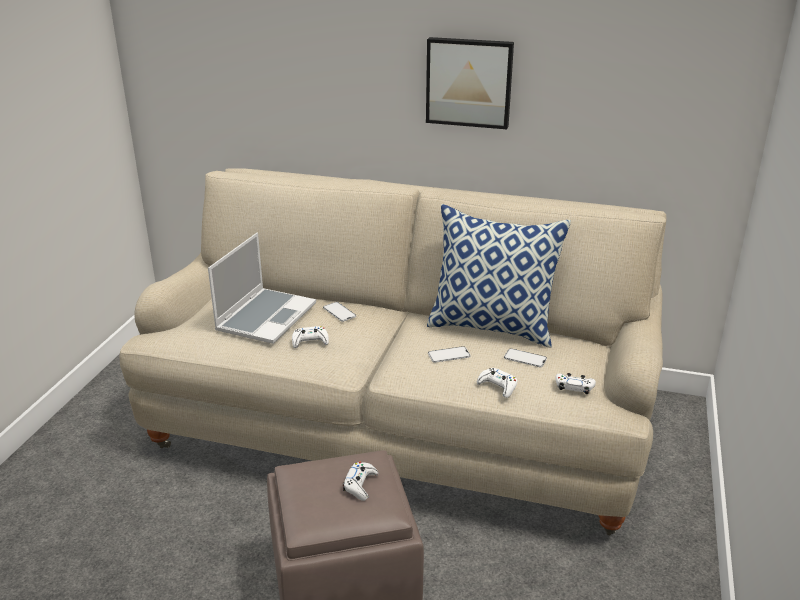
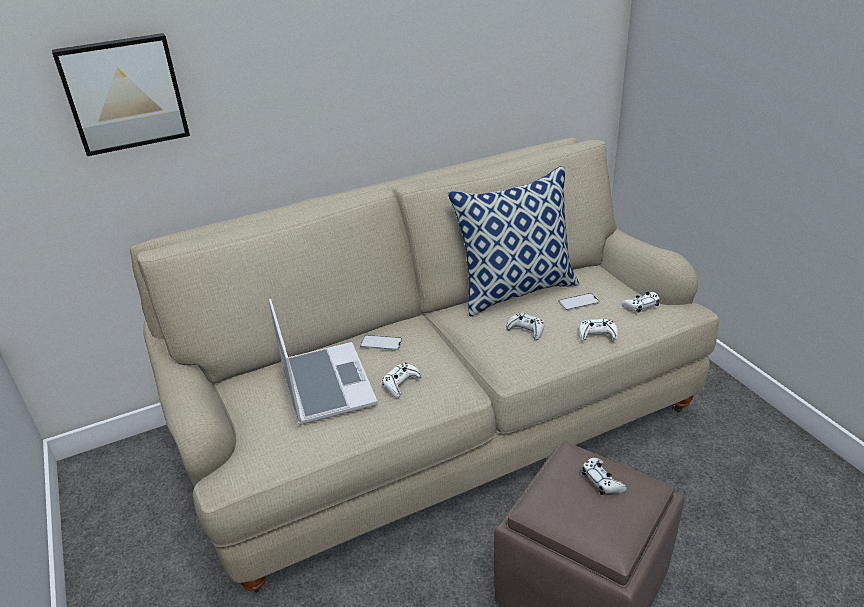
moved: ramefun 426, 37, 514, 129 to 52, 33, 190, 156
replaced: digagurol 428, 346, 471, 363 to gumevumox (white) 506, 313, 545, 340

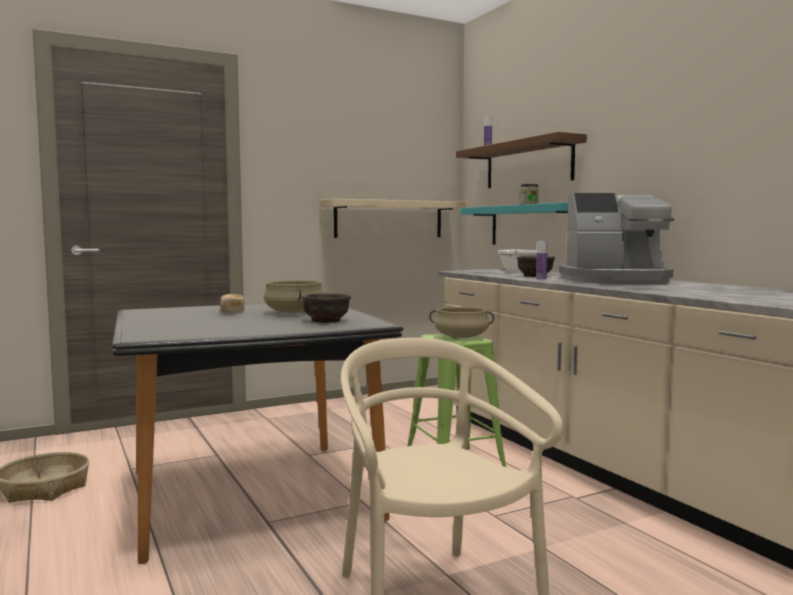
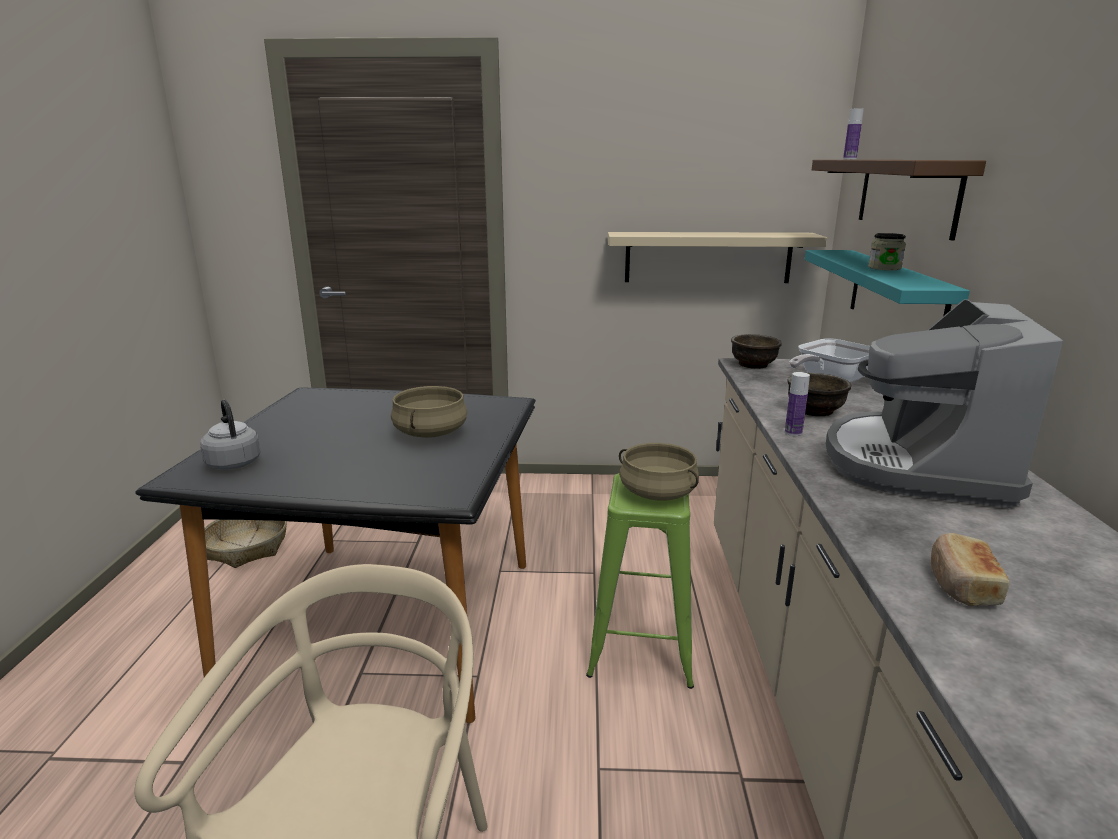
added: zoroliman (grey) 200, 400, 260, 470
moved: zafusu 220, 294, 245, 314 to 931, 533, 1009, 606; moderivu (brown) 302, 293, 351, 323 to 731, 334, 782, 369
turned: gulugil 559, 193, 674, 284 = 826, 299, 1063, 508 75 degrees clockwise

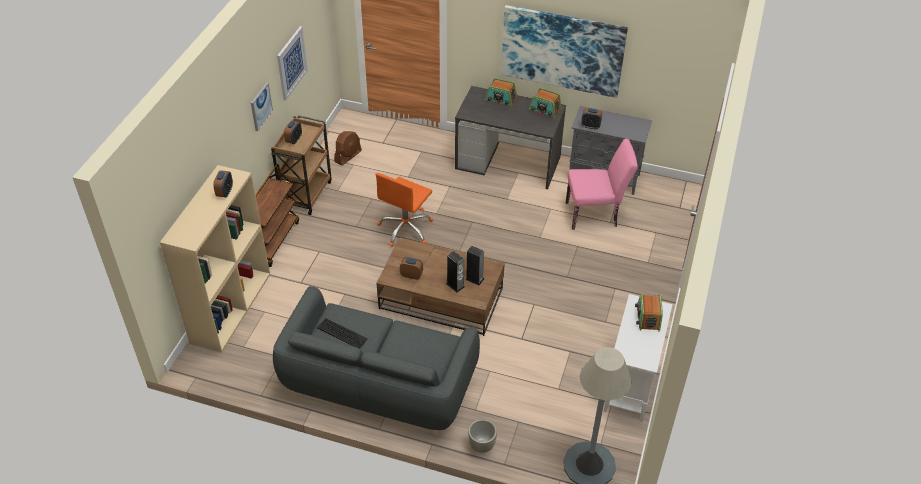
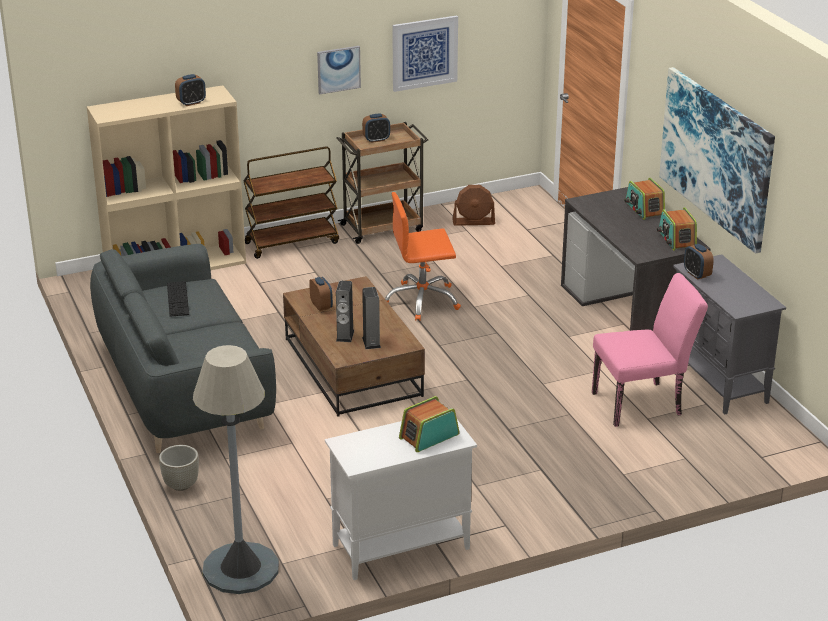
turned: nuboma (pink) 566, 139, 638, 230 = 592, 273, 708, 427 60 degrees counterclockwise

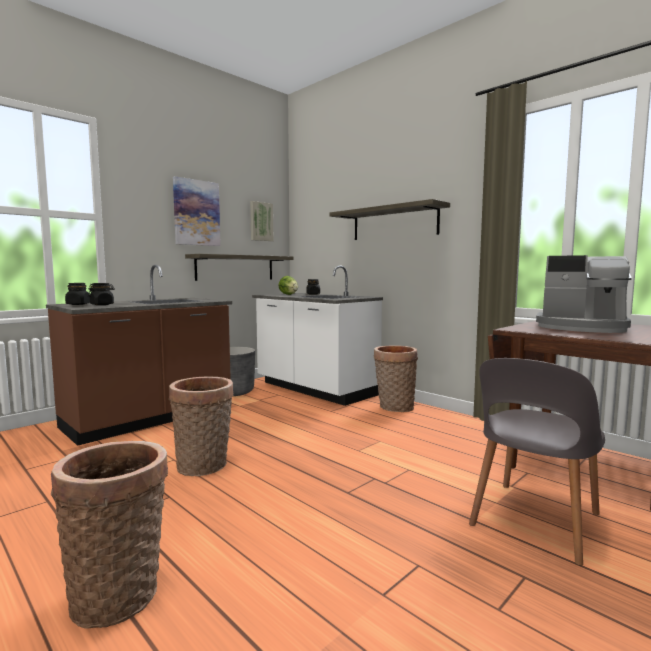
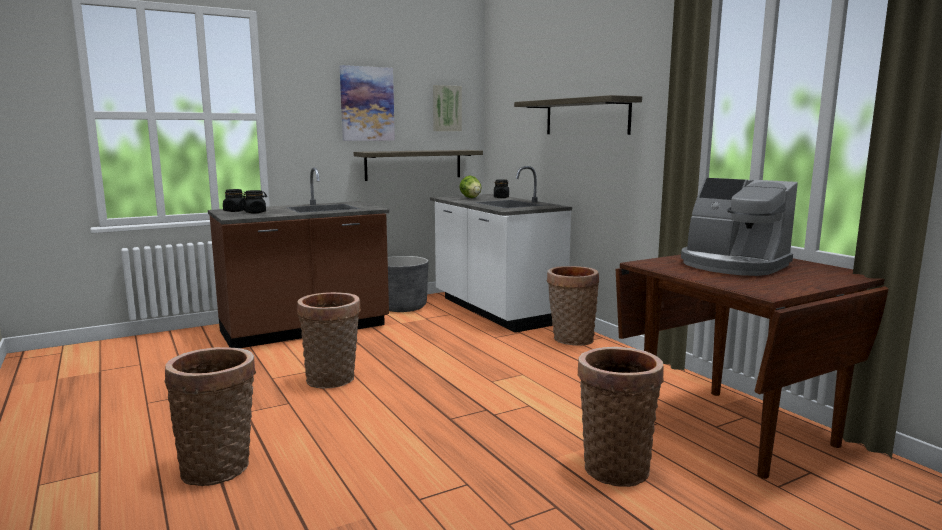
replaced: nuboma (grey) 469, 358, 605, 565 to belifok 578, 347, 664, 487

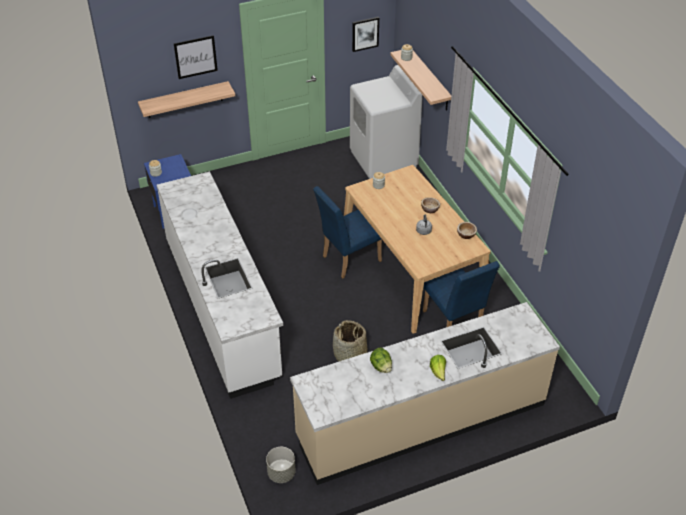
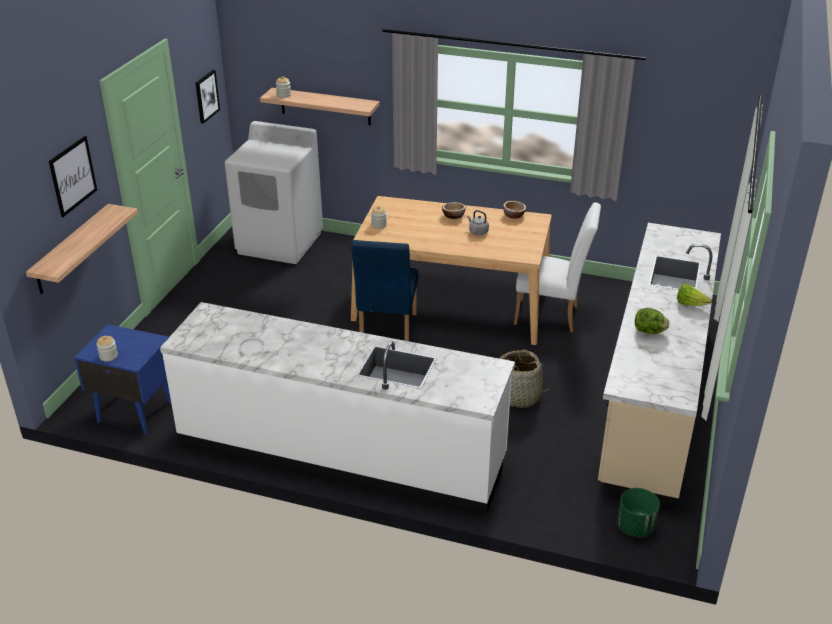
recoloured: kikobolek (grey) 266, 447, 296, 483 to kikobolek (green) 617, 488, 660, 537; nuboma (blue) 423, 261, 500, 327 to nuboma (white) 514, 202, 601, 332

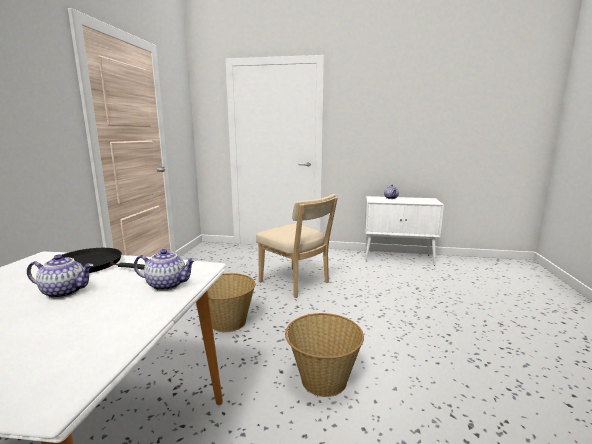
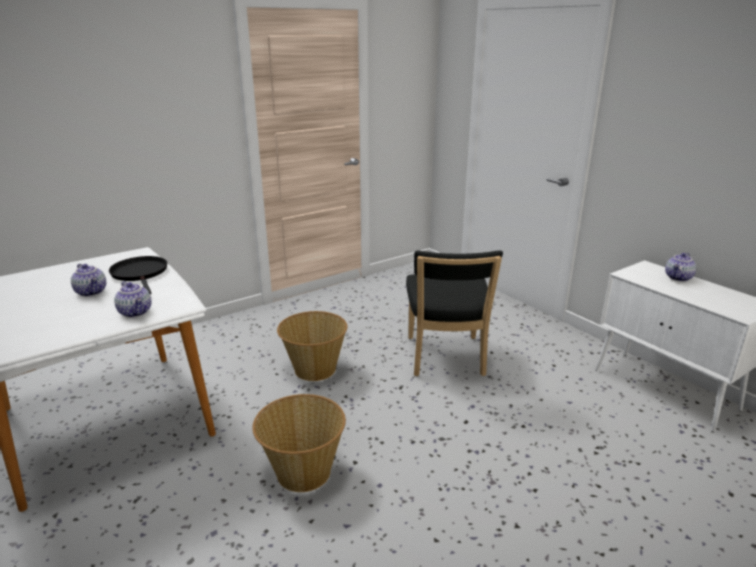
recoloured: nuboma (beige) 256, 194, 338, 298 to nuboma (black) 406, 250, 503, 376

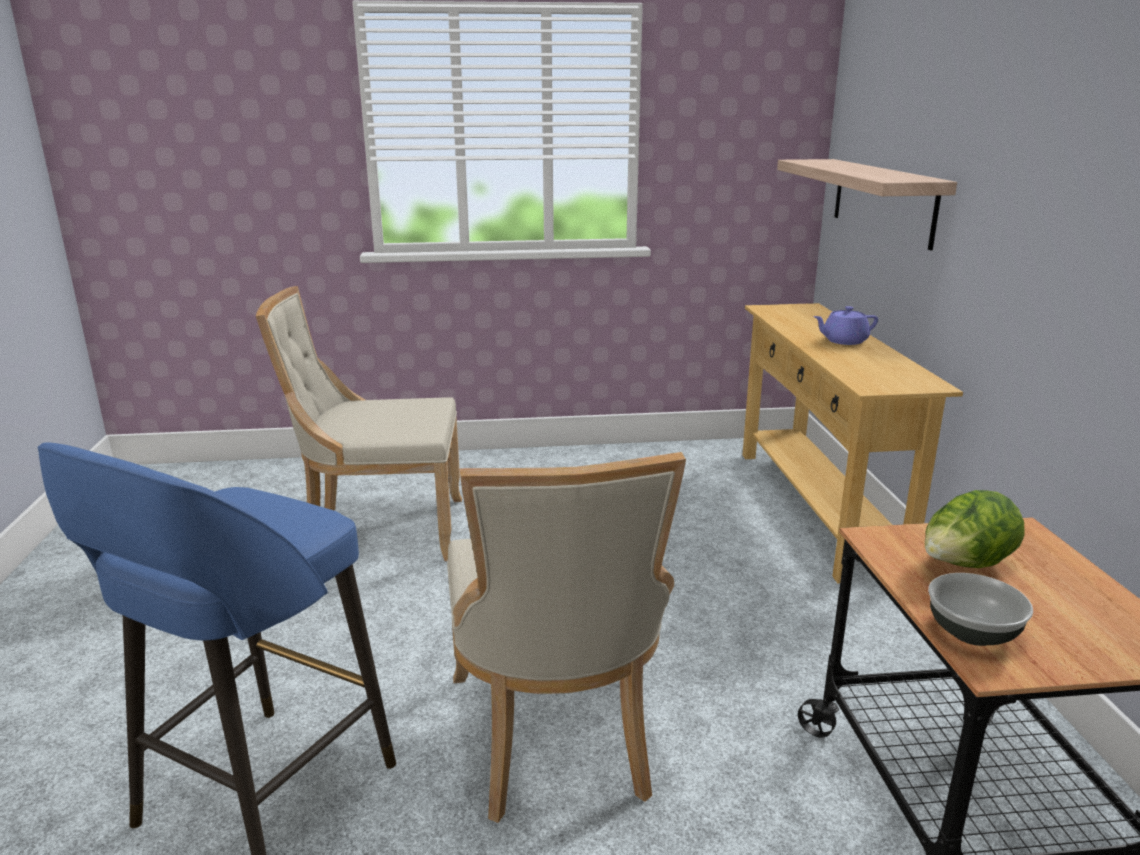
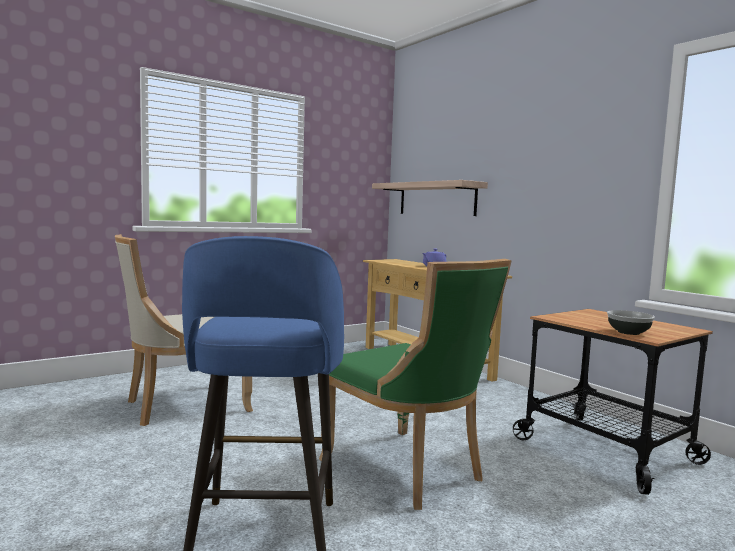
removed: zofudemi 925, 490, 1025, 568
recoloured: nuboma (beige) 447, 452, 686, 823 to nuboma (green) 319, 259, 512, 510

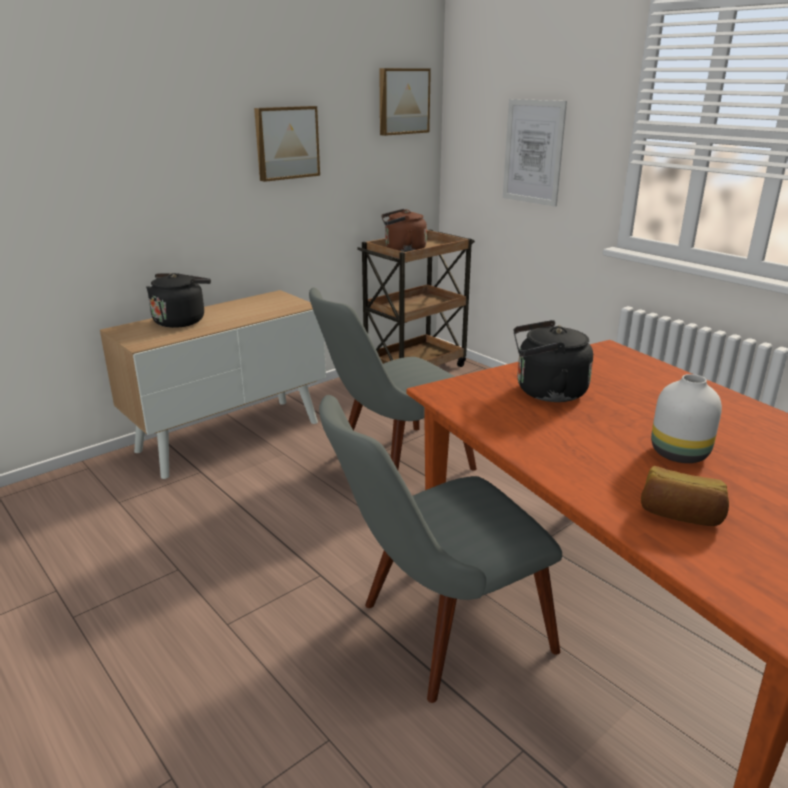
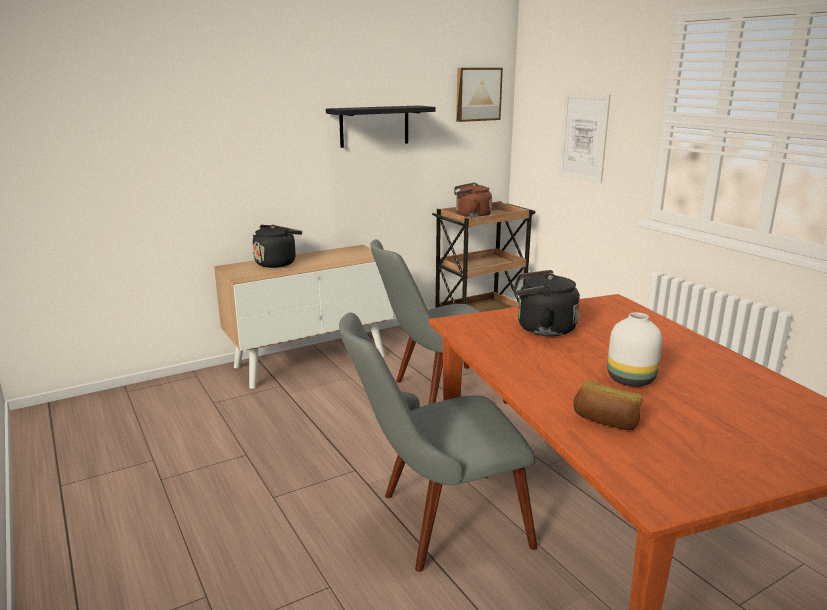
replaced: ramefun 254, 106, 320, 182 to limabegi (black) 326, 105, 436, 148

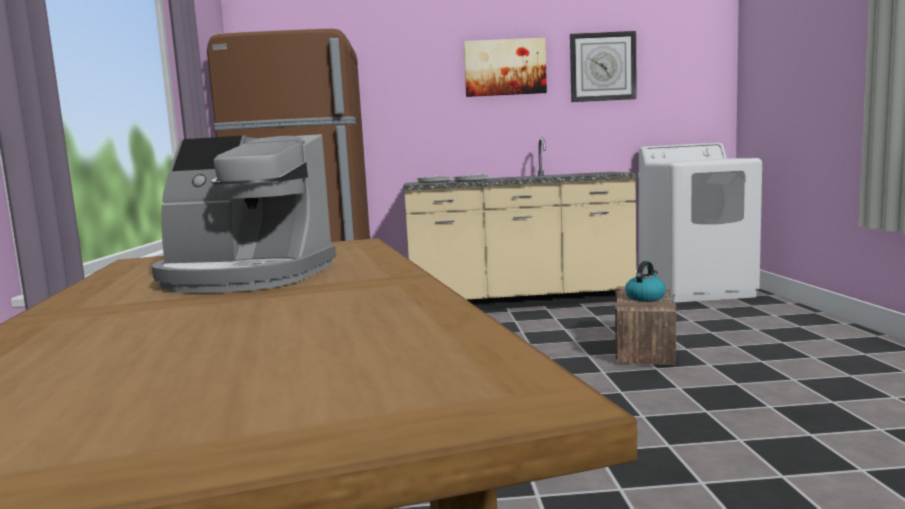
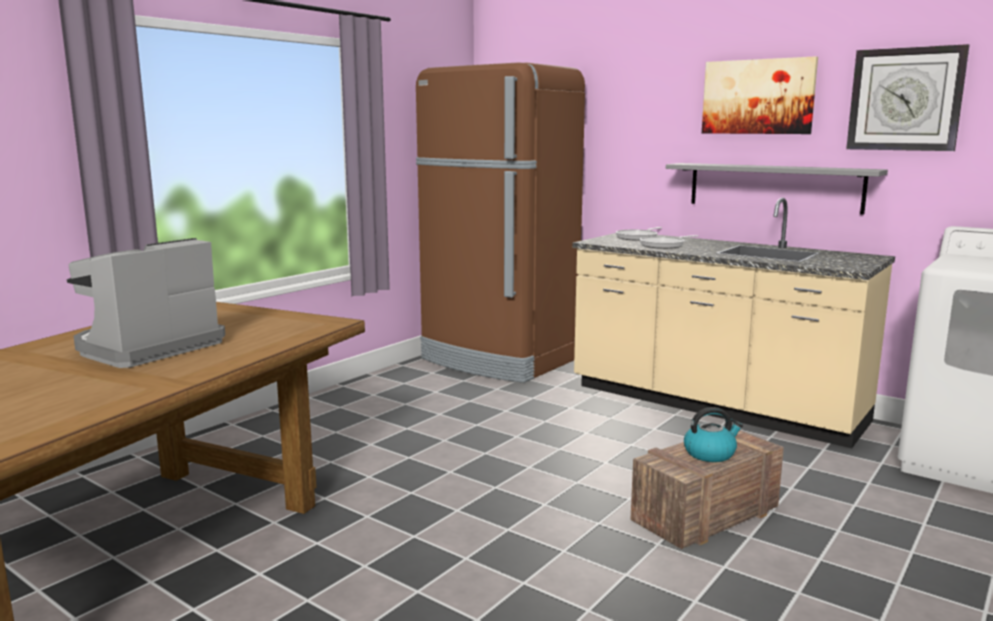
added: limabegi (grey) 666, 163, 888, 215
turned: gulugil 152, 134, 336, 293 = 67, 238, 225, 368 75 degrees clockwise

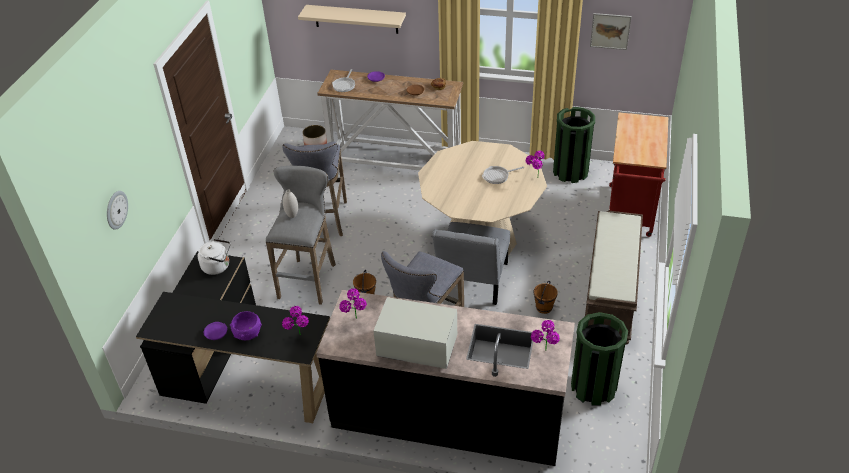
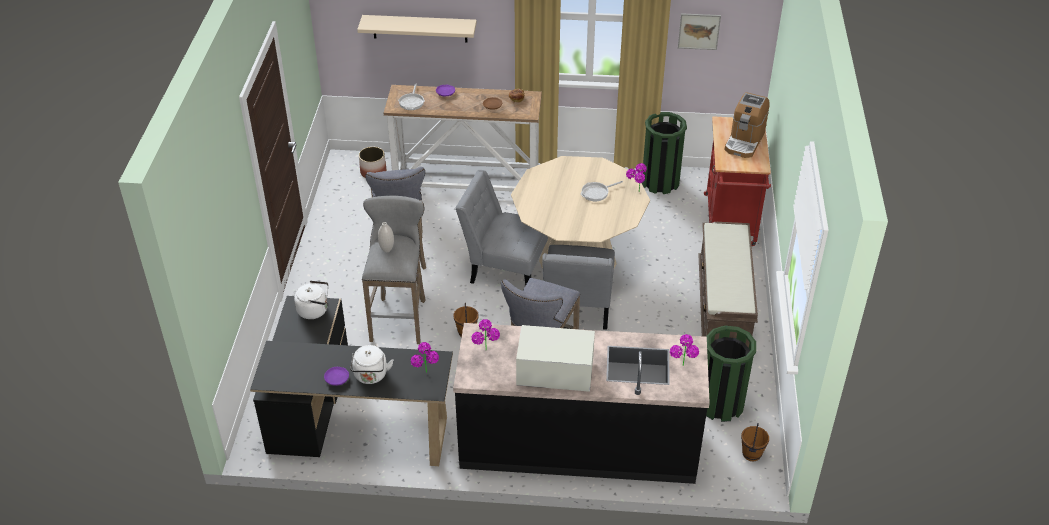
removed: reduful 107, 191, 128, 230
added: nuboma (grey) 455, 170, 548, 286; gulugil 724, 92, 770, 158
moved: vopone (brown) 534, 281, 558, 314 to 741, 423, 769, 461
replaced: moderivu (purple) 230, 311, 262, 340 to zoroliman (white) 350, 345, 394, 384

